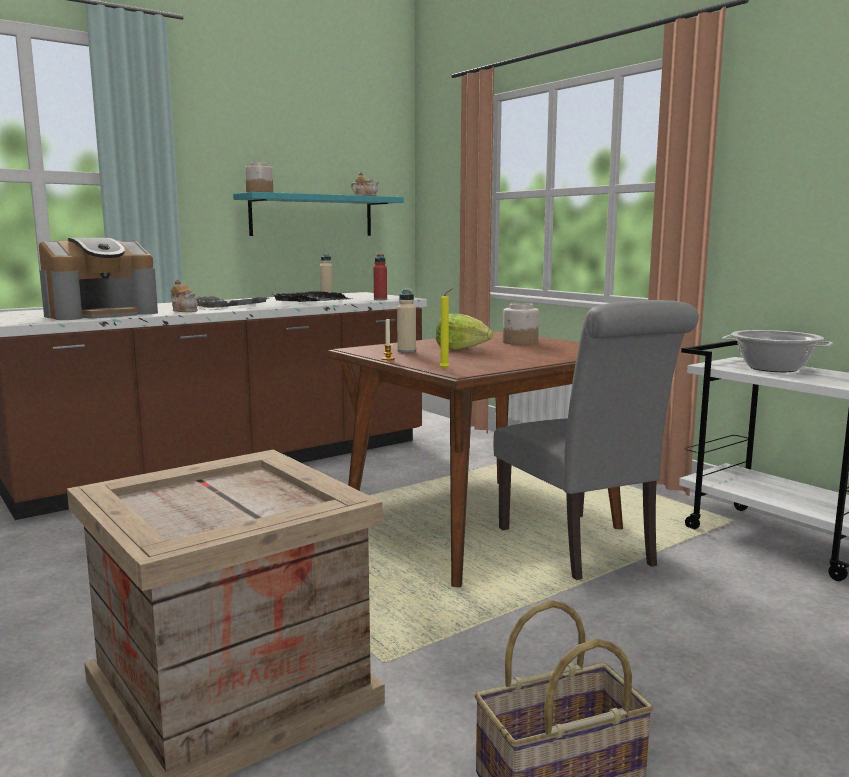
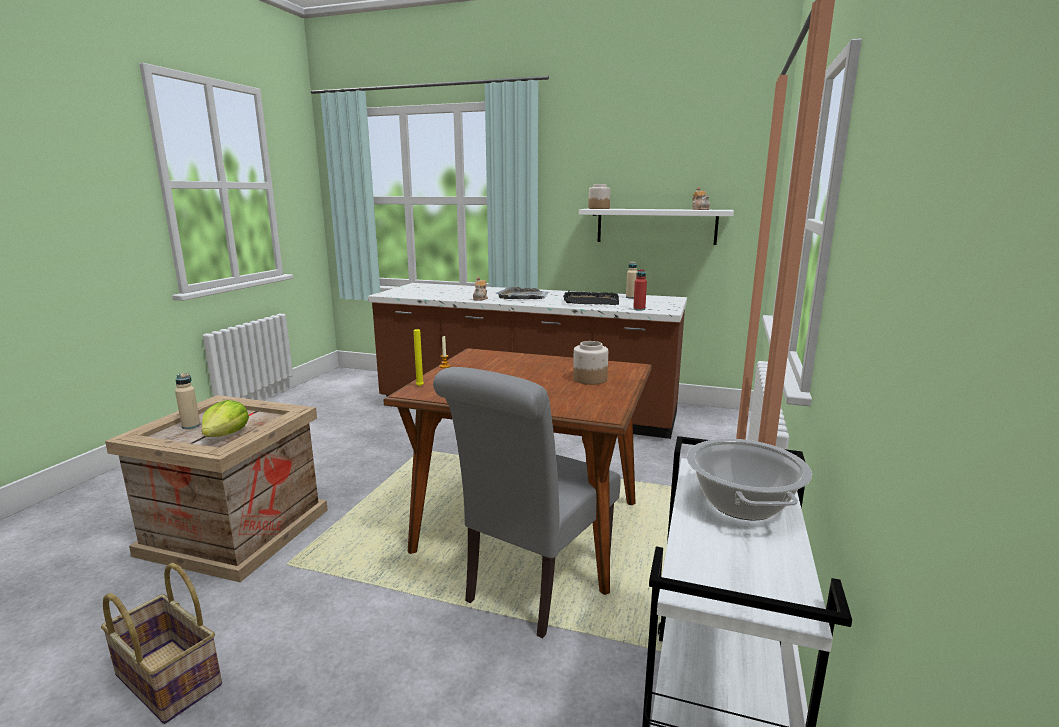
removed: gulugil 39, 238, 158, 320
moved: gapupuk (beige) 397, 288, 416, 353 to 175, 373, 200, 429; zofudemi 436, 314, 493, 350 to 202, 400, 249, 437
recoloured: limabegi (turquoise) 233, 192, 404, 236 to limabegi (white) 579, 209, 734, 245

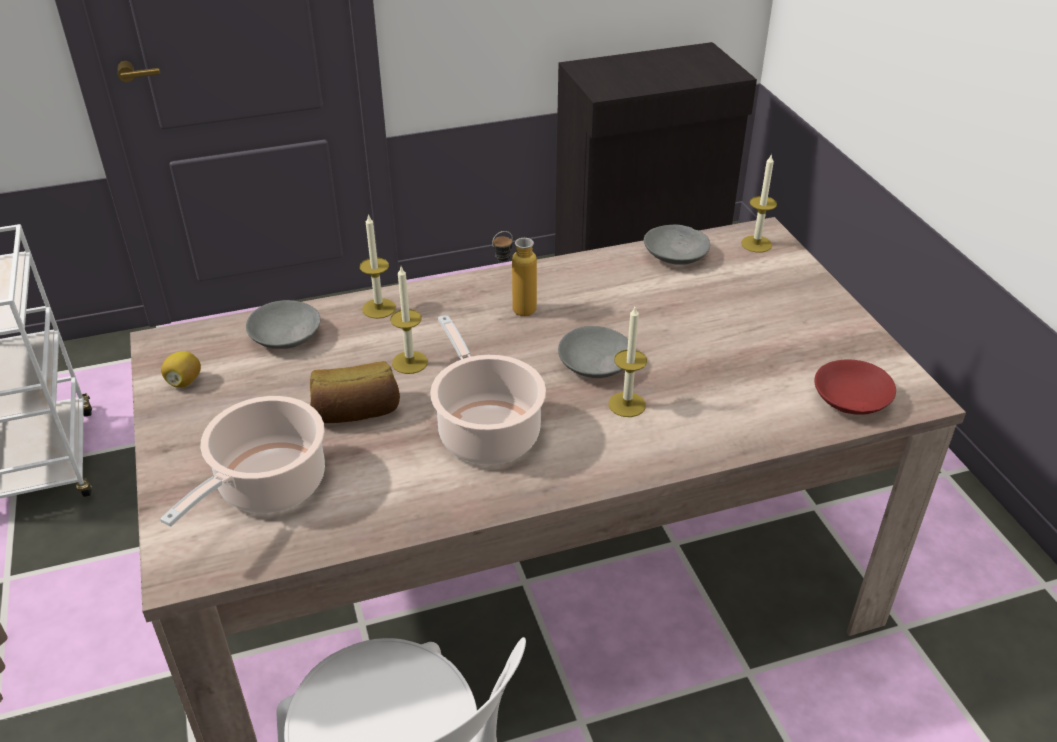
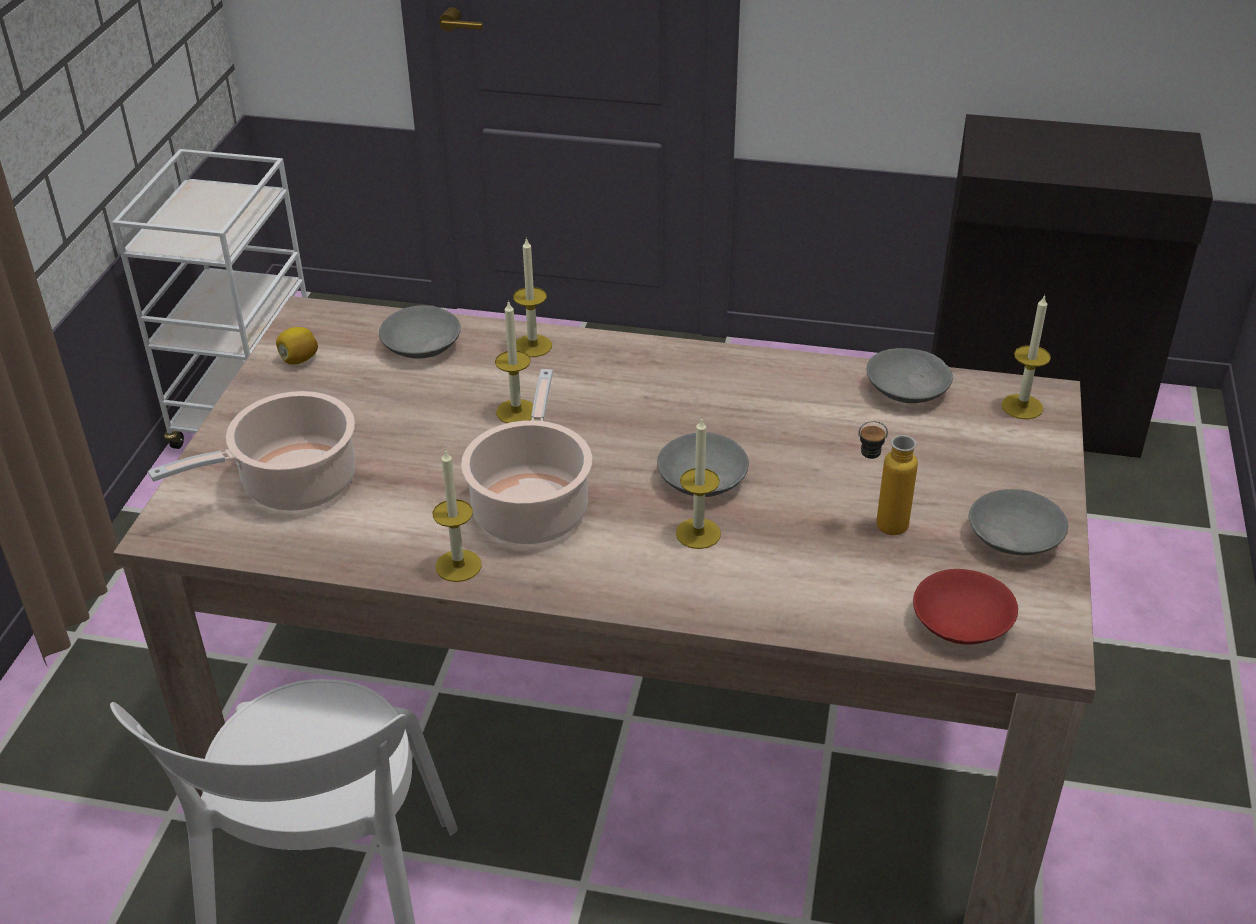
removed: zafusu 310, 361, 400, 423
added: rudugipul 432, 449, 482, 582; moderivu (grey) 968, 489, 1068, 555
moved: gapupuk 492, 231, 537, 316 to 858, 421, 918, 535

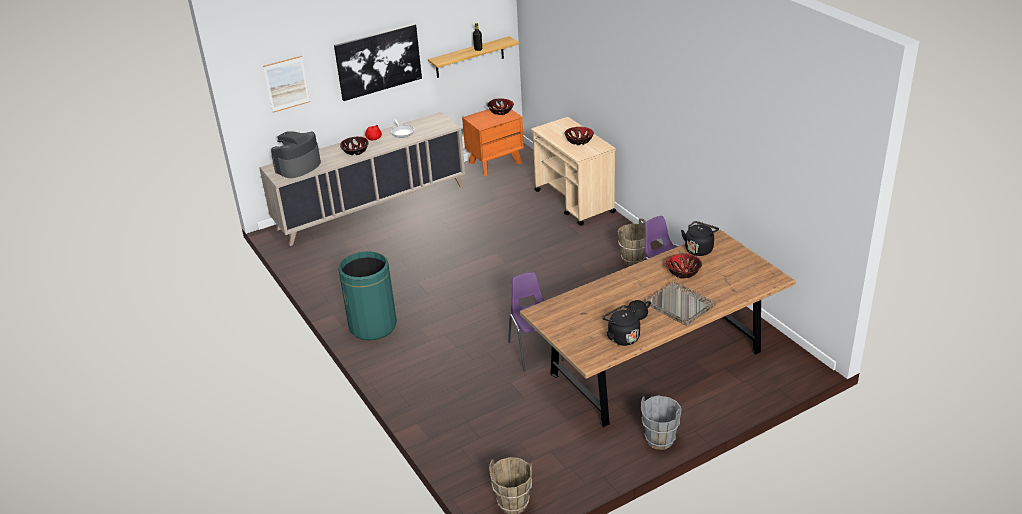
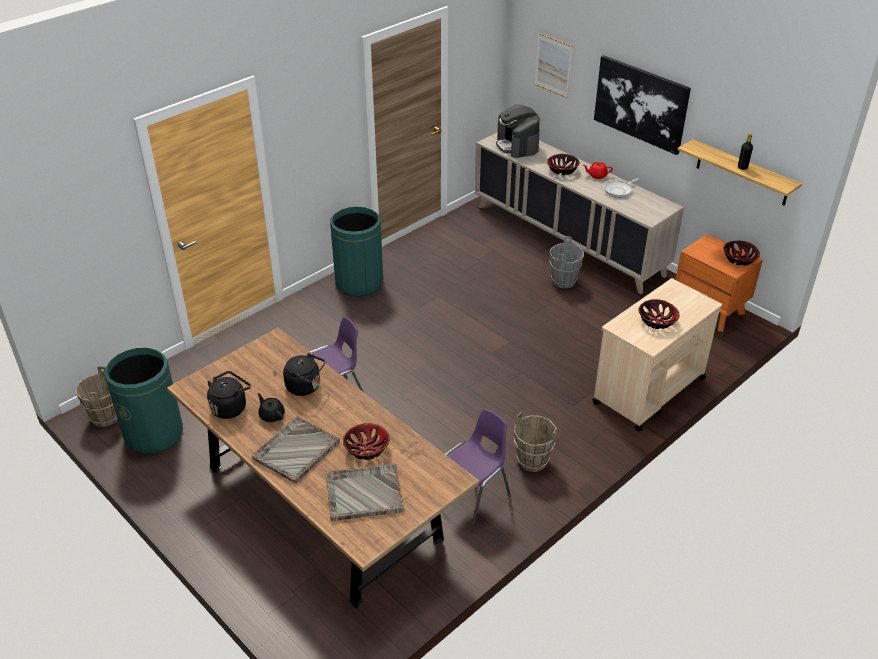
added: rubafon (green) 105, 348, 183, 454; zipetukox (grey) 326, 464, 404, 521
moved: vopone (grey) 641, 395, 681, 450 to 549, 236, 584, 288; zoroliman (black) 681, 221, 719, 256 to 283, 353, 325, 396
turned: gulugil 271, 131, 321, 178 = 496, 105, 540, 158 135 degrees counterclockwise

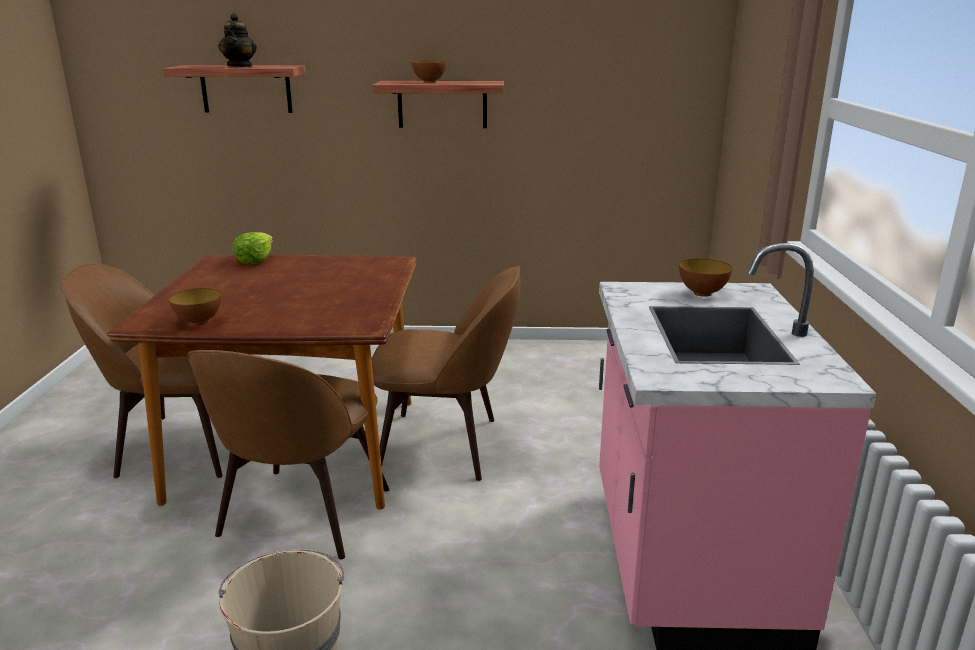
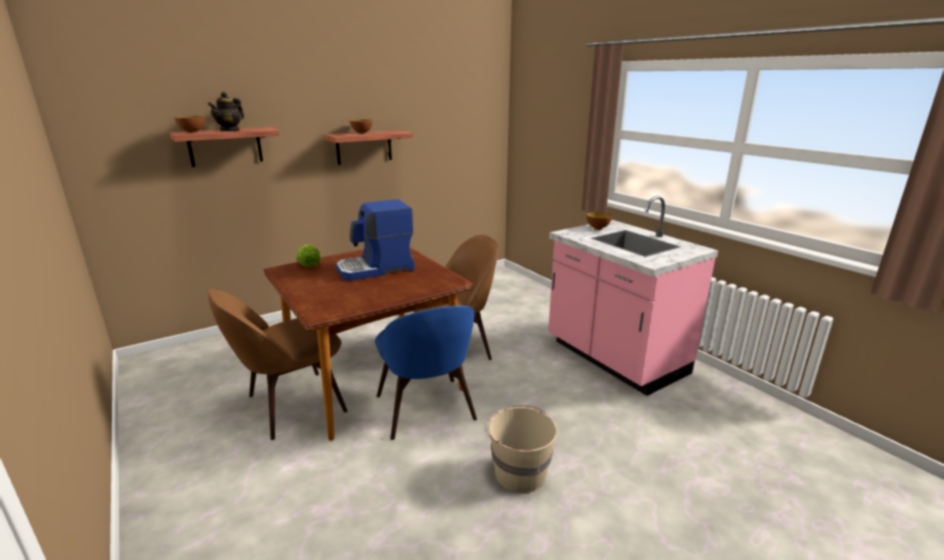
added: gulugil 336, 199, 415, 281
moved: moderivu 169, 288, 221, 325 to 174, 116, 205, 133
recoloured: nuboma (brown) 187, 350, 389, 559 to nuboma (blue) 375, 306, 477, 440
turned: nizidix 218, 13, 257, 67 = 208, 92, 244, 131 60 degrees clockwise

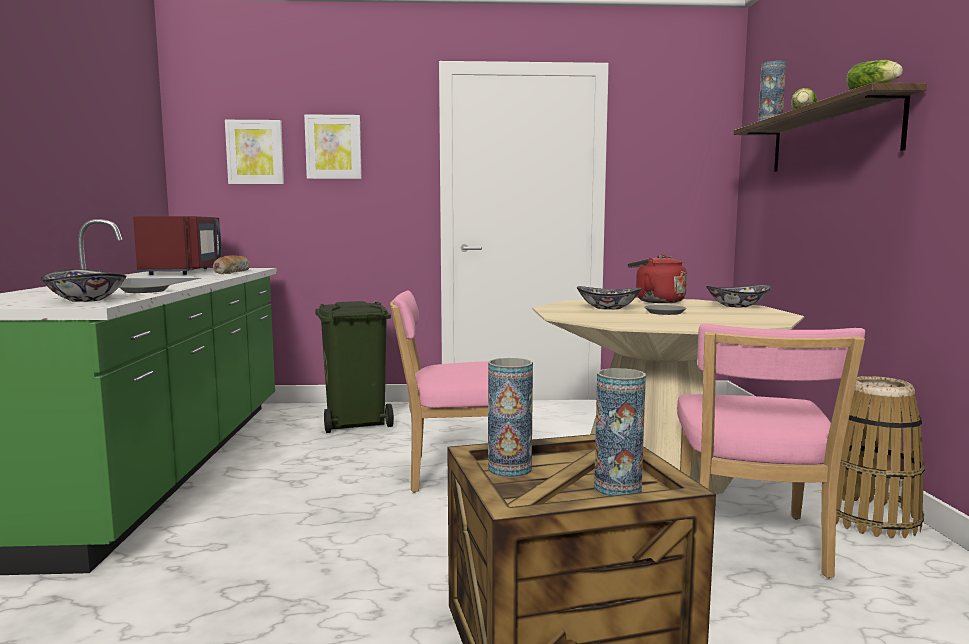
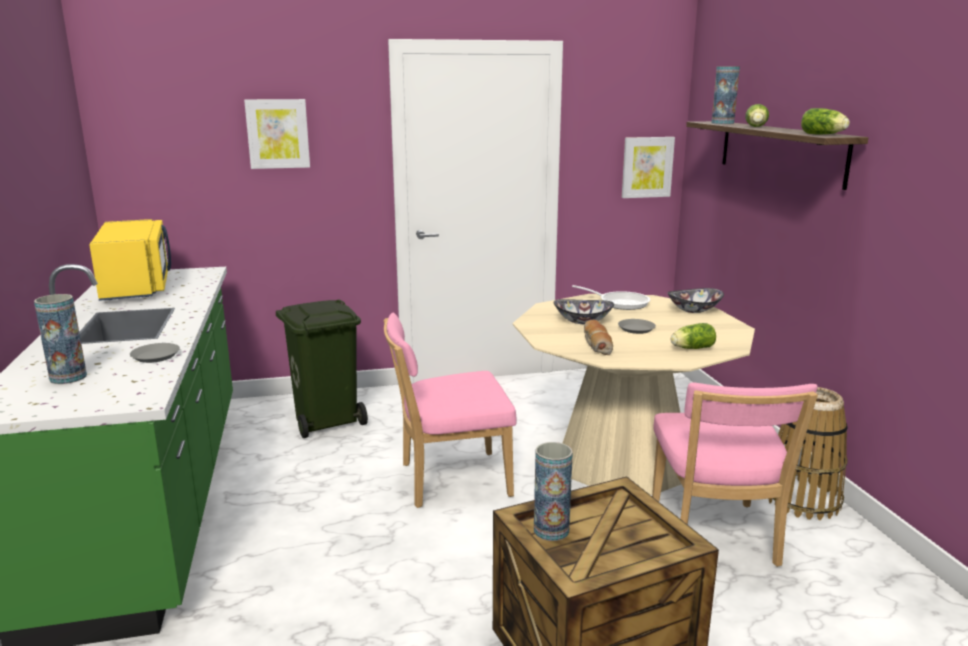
removed: moderivu 41, 269, 126, 302
added: zofudemi 671, 323, 716, 349
moved: zafusu 213, 255, 250, 274 to 584, 320, 613, 355; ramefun 225, 120, 284, 184 to 622, 137, 675, 198; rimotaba 594, 368, 646, 496 to 34, 294, 87, 384
replaced: zoroliman (red) 628, 254, 687, 303 to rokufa 572, 285, 650, 310
recoloured: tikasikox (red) 133, 216, 221, 275 to tikasikox (yellow) 89, 219, 171, 301

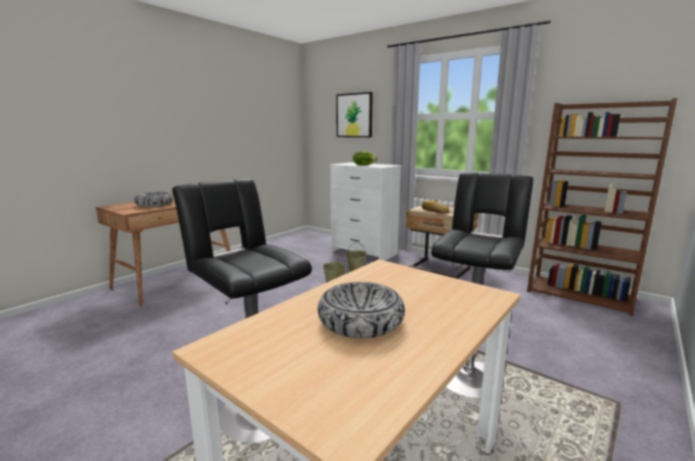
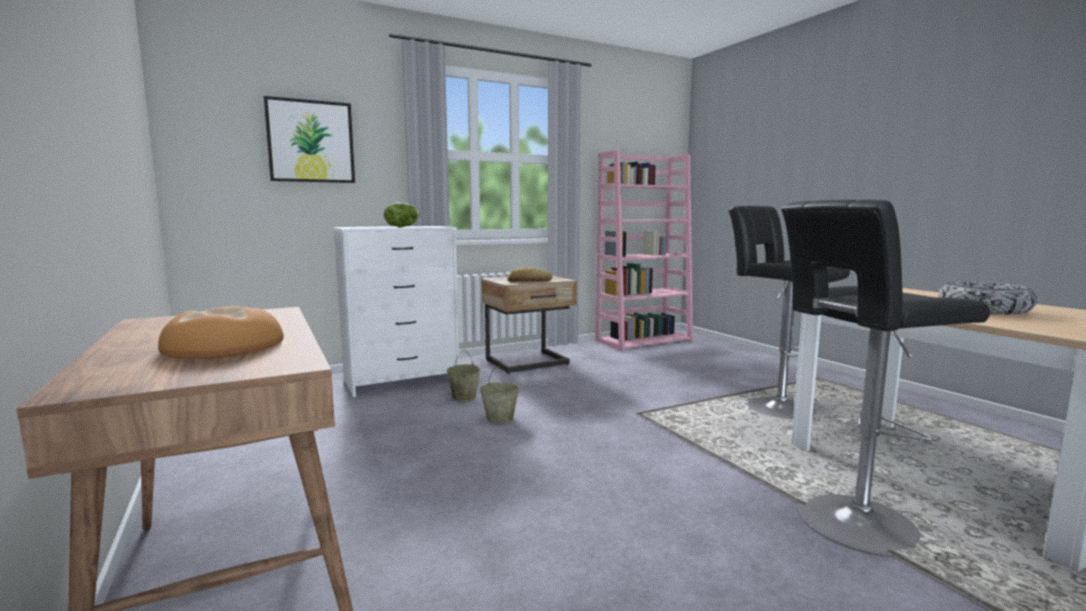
replaced: moderivu 134, 192, 173, 207 to zafusu 158, 306, 284, 359
recoloured: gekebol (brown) 527, 98, 677, 316 to gekebol (pink) 596, 150, 693, 351

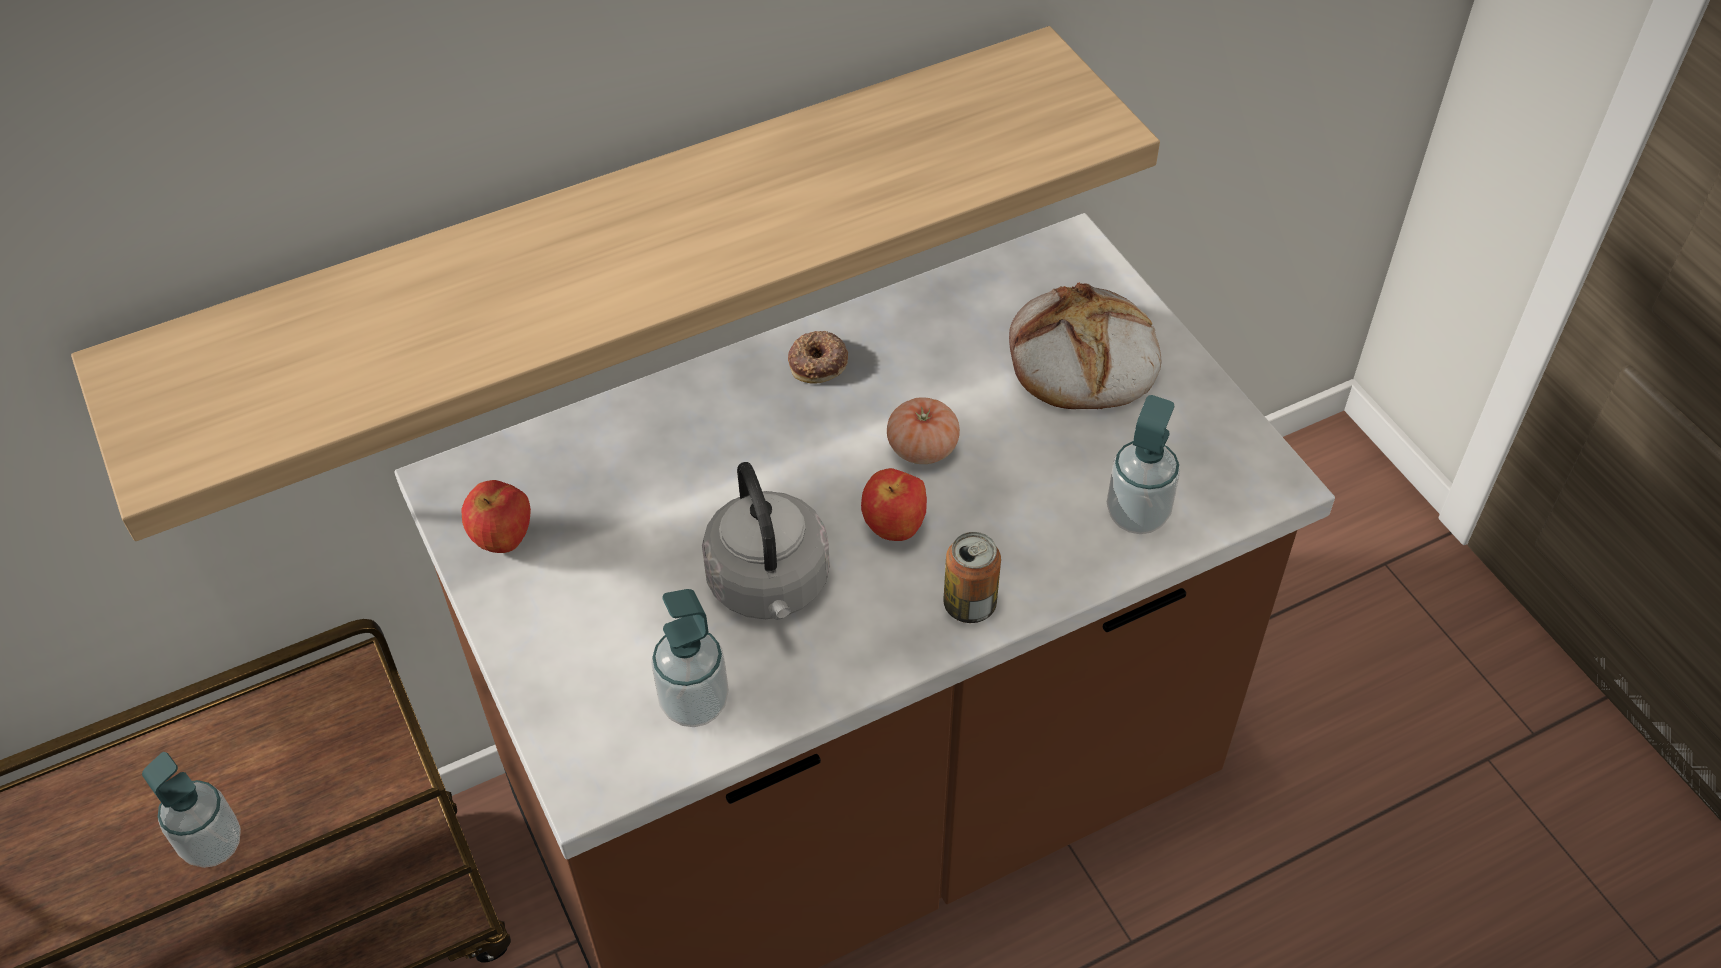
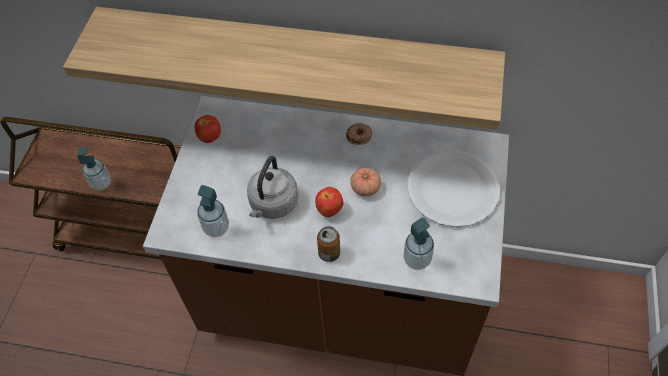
replaced: zafusu 1009, 282, 1162, 409 to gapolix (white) 407, 150, 500, 227

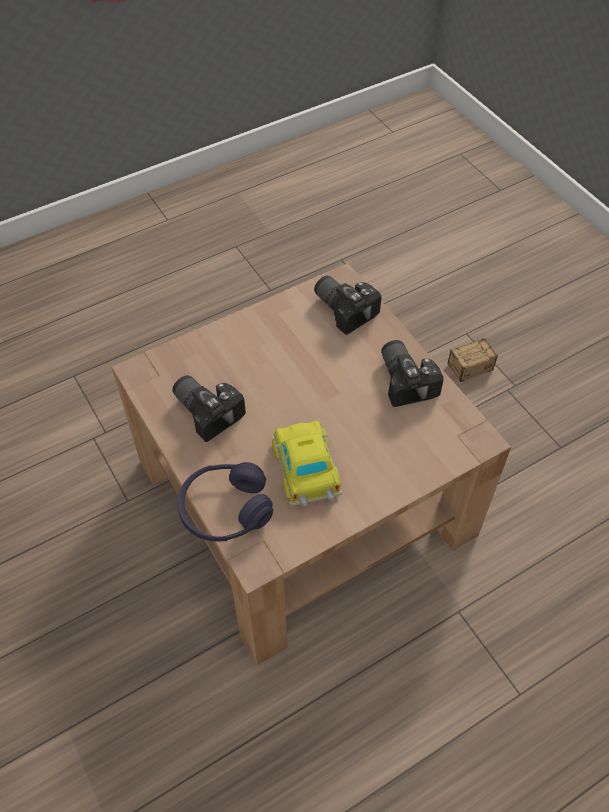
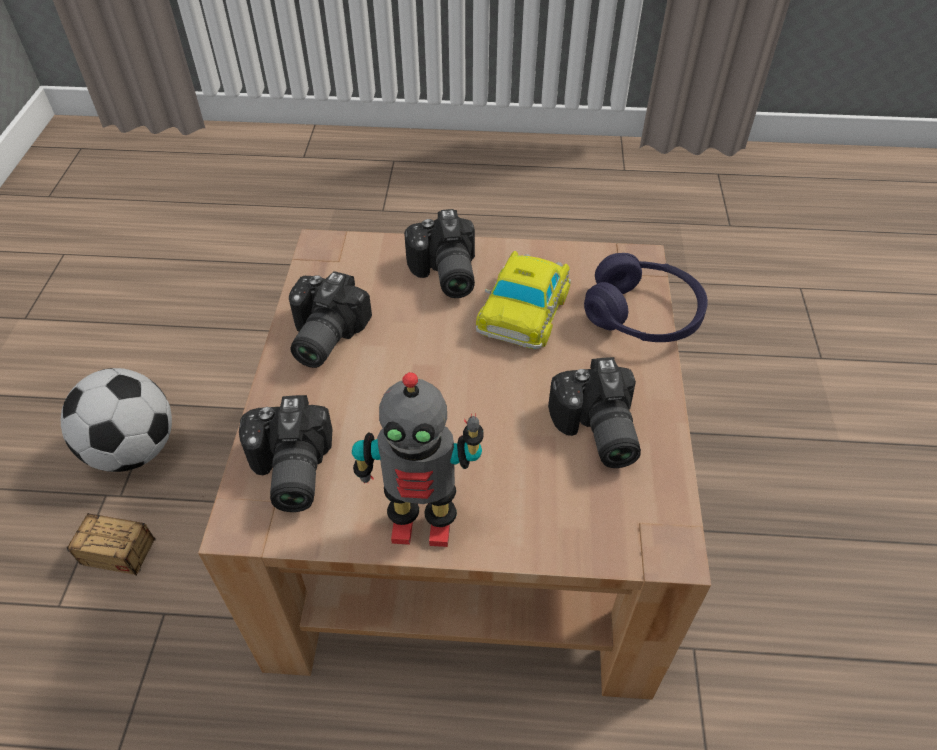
added: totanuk 61, 368, 172, 472; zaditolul 352, 372, 484, 547; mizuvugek 404, 209, 475, 298

